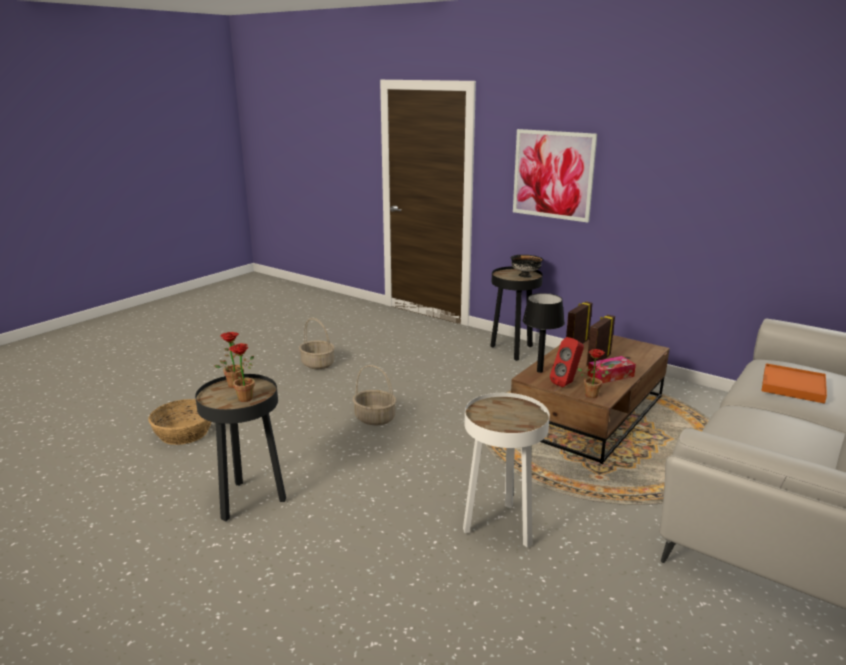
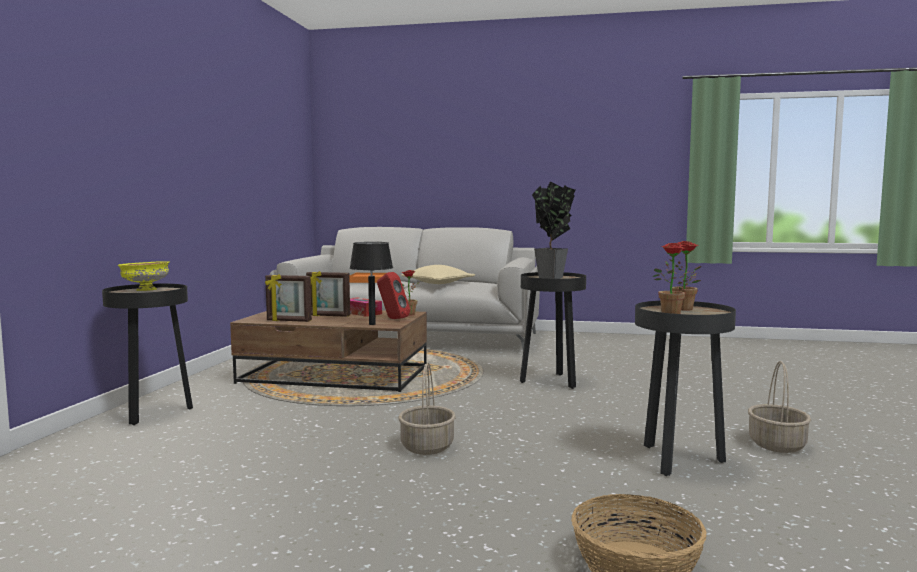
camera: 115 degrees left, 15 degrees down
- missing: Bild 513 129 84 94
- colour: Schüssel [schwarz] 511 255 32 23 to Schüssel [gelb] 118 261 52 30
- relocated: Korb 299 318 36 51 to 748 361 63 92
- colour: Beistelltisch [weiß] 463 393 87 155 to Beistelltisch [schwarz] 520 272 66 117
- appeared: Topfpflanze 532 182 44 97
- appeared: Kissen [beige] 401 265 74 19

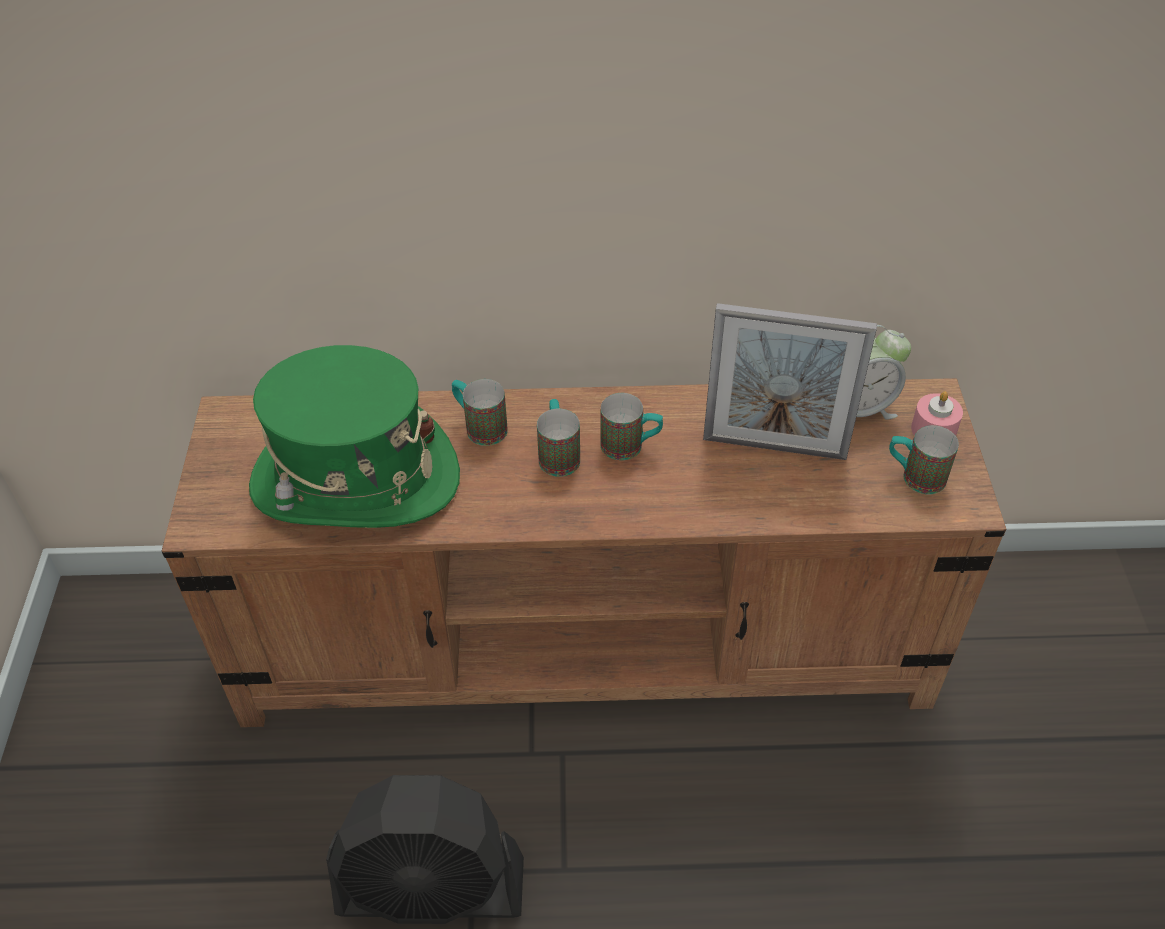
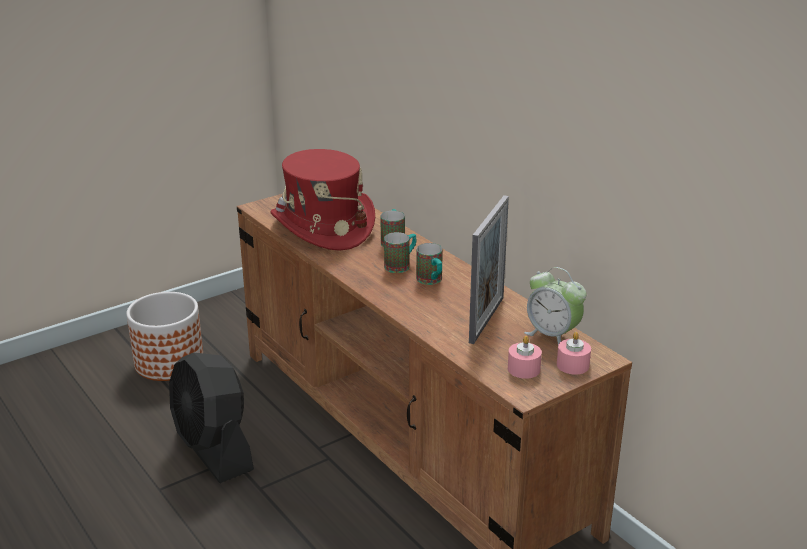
camera: 55 degrees right, 20 degrees down
- spun: Bilderrahmen 703 303 174 157 = 469 195 40 149 135 degrees counterclockwise
- colour: Hut [grün] 249 345 211 183 to Hut [rot] 271 149 104 102
- exchanged: Henkelbecher 889 425 70 69 to Kerze [rosa] 508 336 34 43
- appeared: Pflanzkübel 126 292 77 89

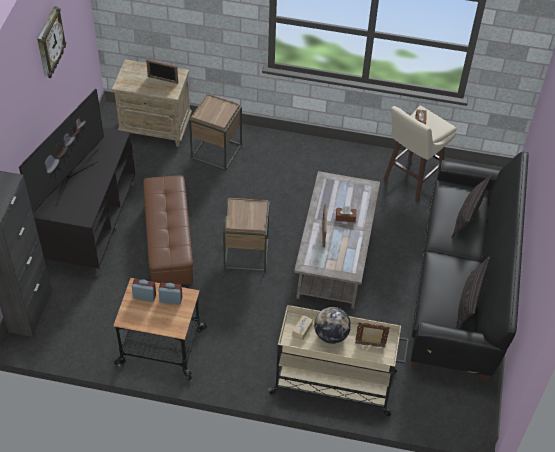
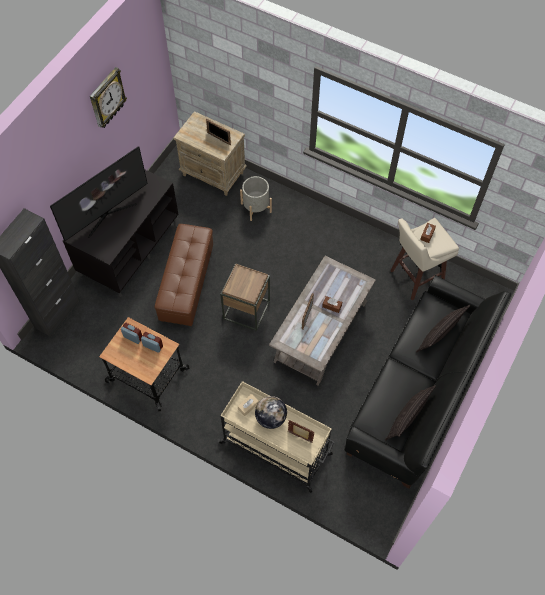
camera: 20 degrees right, 10 degrees up
- exchanged: Beistelltisch [braun] 189 94 53 77 to Pflanzkübel [grau] 240 176 32 45

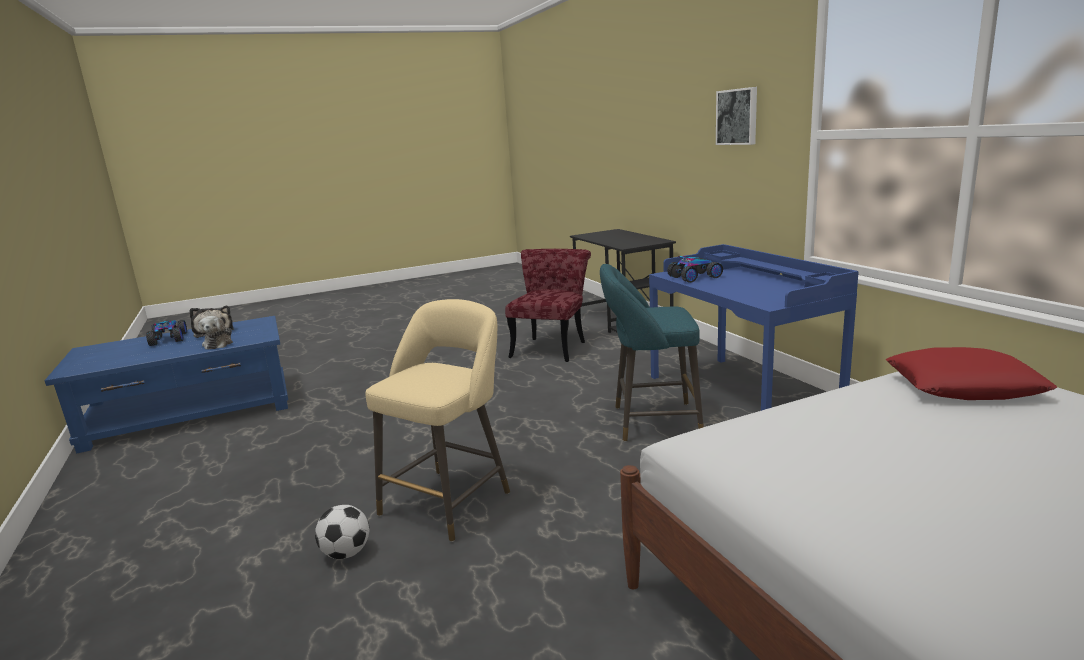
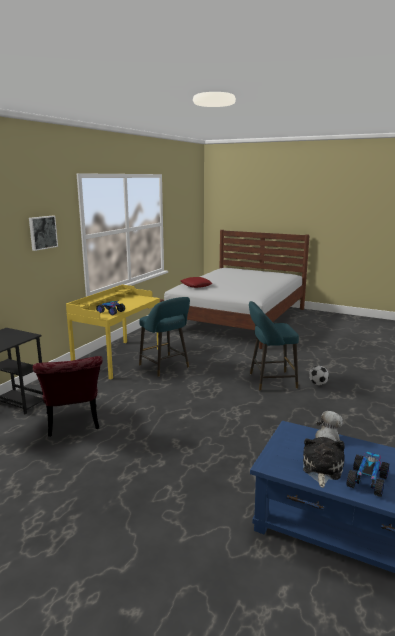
camera: 130 degrees left, 0 degrees up
- colour: Schreibtisch [blau] 649 244 210 167 to Schreibtisch [gelb] 66 285 94 94
- spun: Stuhl [rot] 505 249 86 113 = 33 356 70 81 90 degrees counterclockwise
- colour: Hocker [beige] 366 299 144 243 to Hocker [türkis] 249 301 50 90

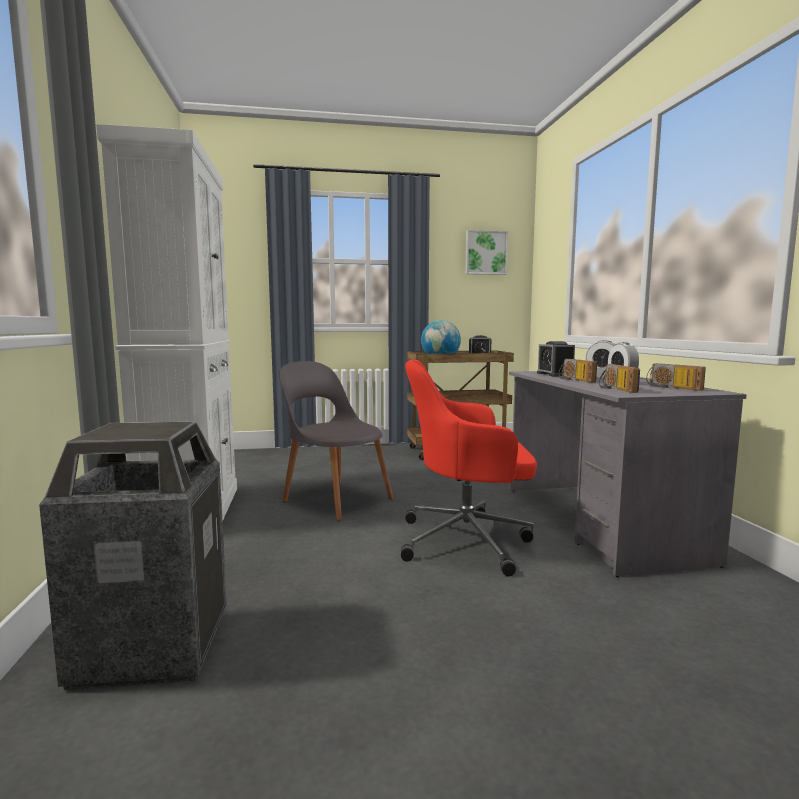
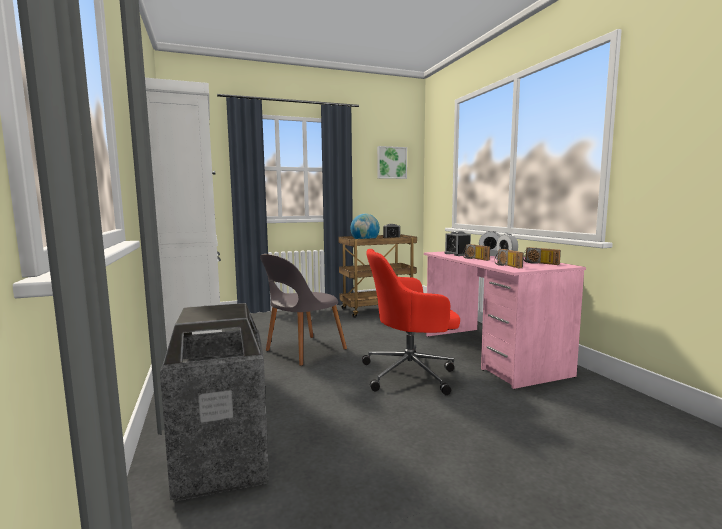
camera: 10 degrees left, 0 degrees up
- spun: Stuhl [grau] 279 361 114 160 = 260 254 87 112 75 degrees counterclockwise
- colour: Schreibtisch [grau] 509 371 238 206 to Schreibtisch [rosa] 424 251 162 138

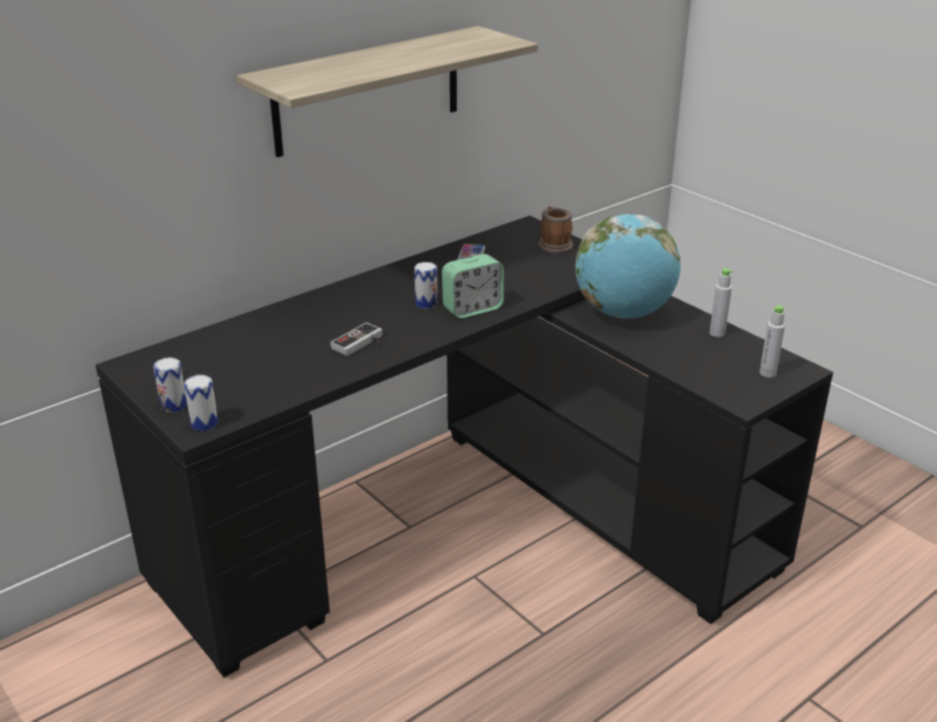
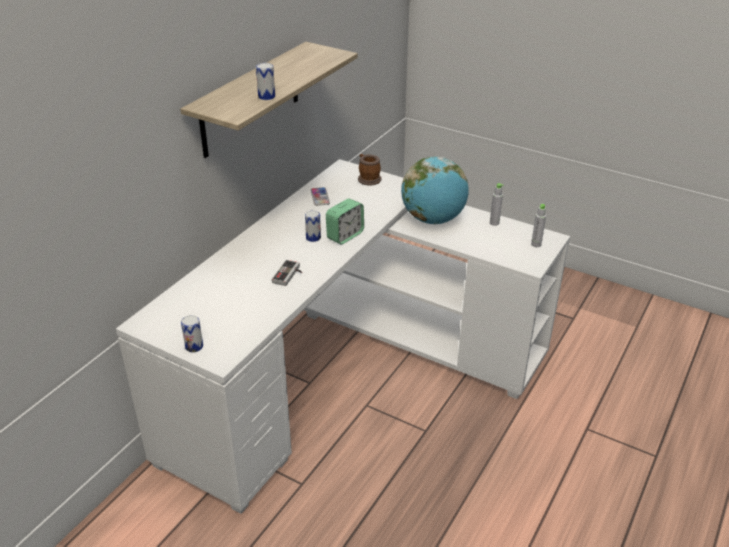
camera: 20 degrees left, 5 degrees up
- colour: Schreibtisch [schwarz] 96 216 737 461 to Schreibtisch [weiß] 116 159 454 355
- relocated: Dose 184 375 34 56 to 256 63 19 37

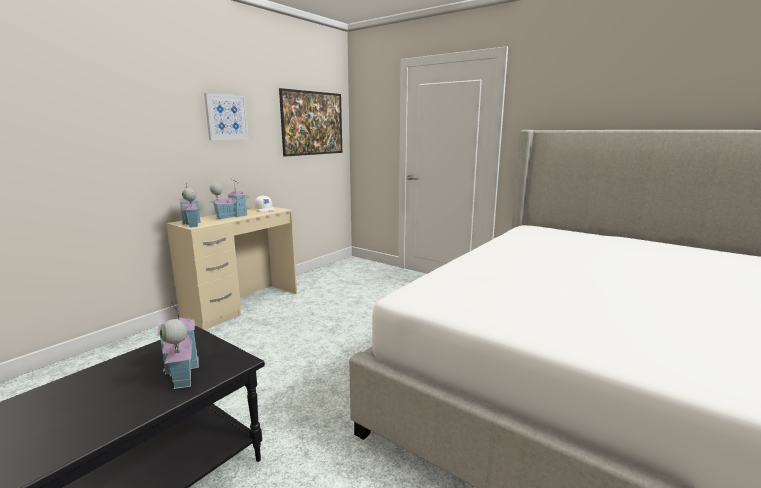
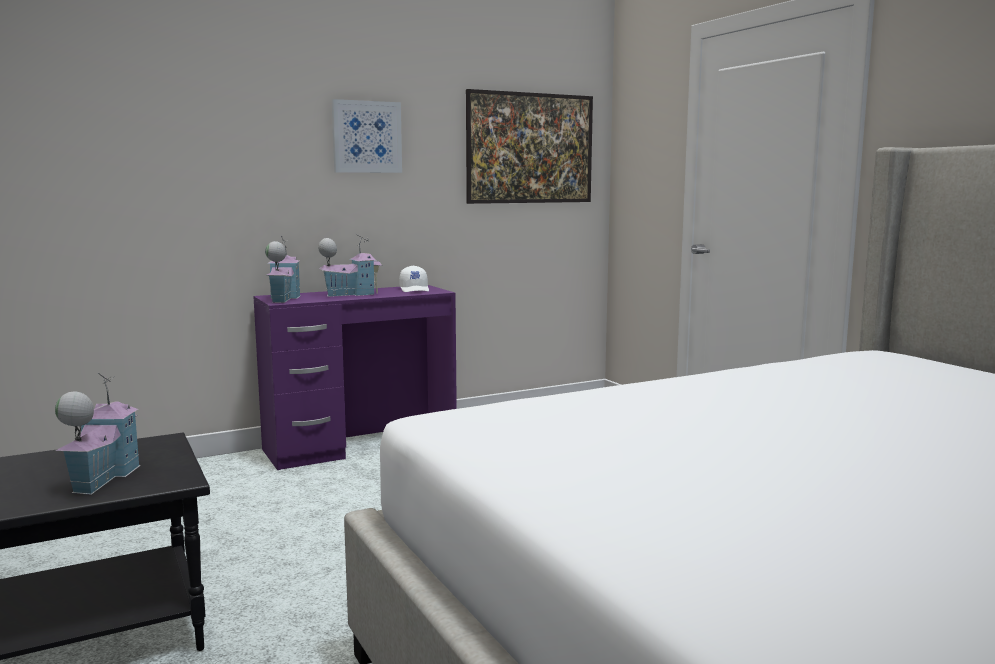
camera: 25 degrees right, 5 degrees down
- colour: Schreibtisch [beige] 166 207 131 123 to Schreibtisch [lila] 253 285 204 185

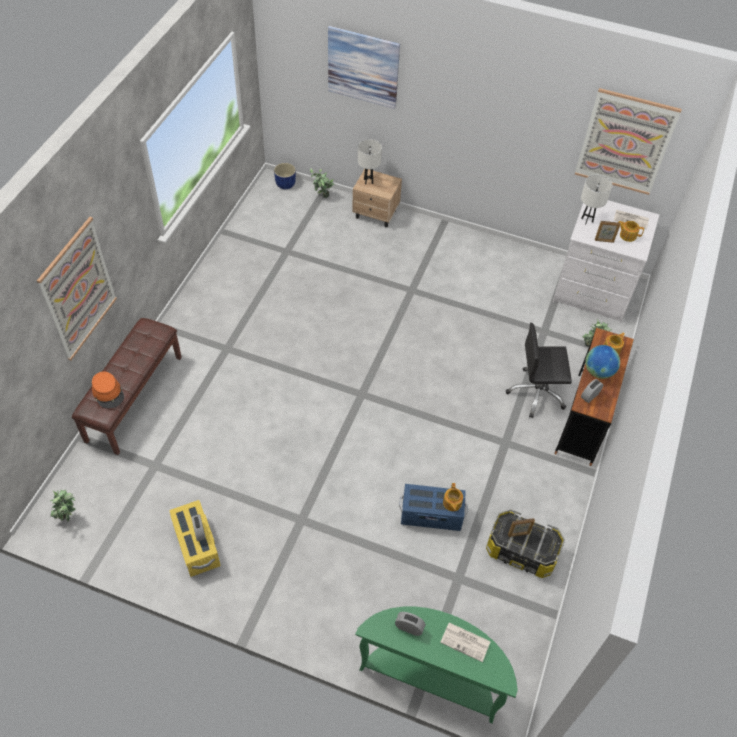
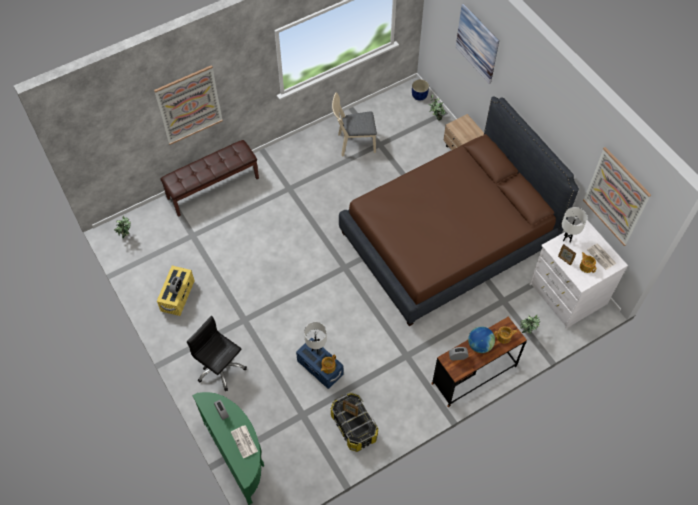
camera: 40 degrees right, 5 degrees up
- relocated: Tischlampe [weiß] 358 139 24 46 to 304 322 23 32
- relocated: Bürostuhl [schwarz] 506 323 66 95 to 187 316 60 75
- missing: Hut [orange] 92 372 32 36
- appeared: Stuhl [beige] 332 92 45 65
- appeared: Bett [braun] 339 96 240 230

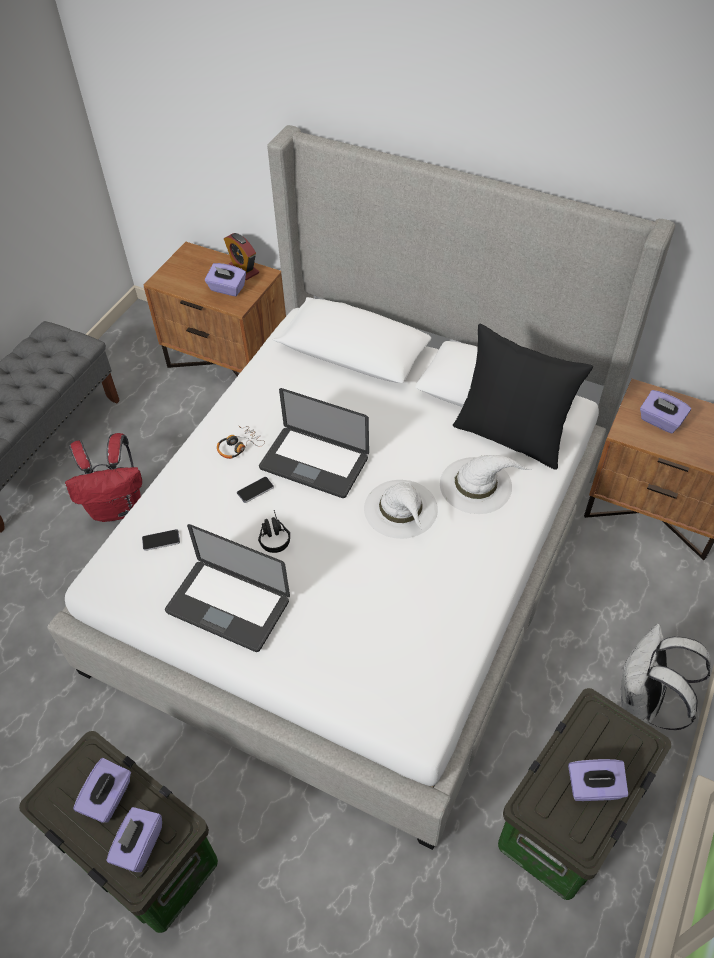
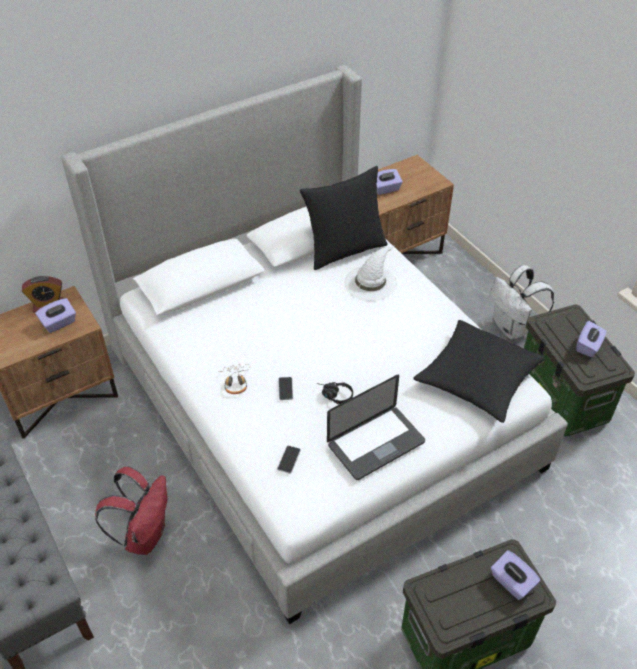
camera: 60 degrees left, 5 degrees down
- missing: Laptop 259 388 110 110
- missing: Hut [weiß] 364 480 74 59
- missing: Taschentuchbox [lila] 73 758 58 65
- appeared: Kissen [schwarz] 413 320 132 103

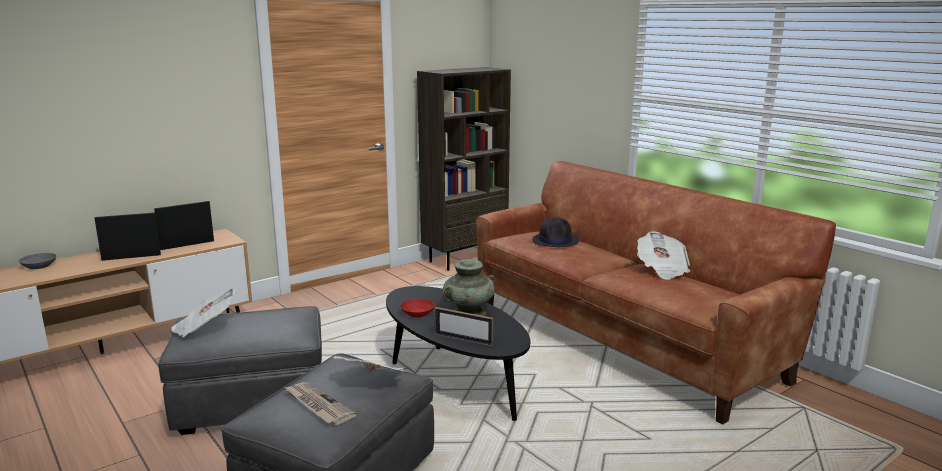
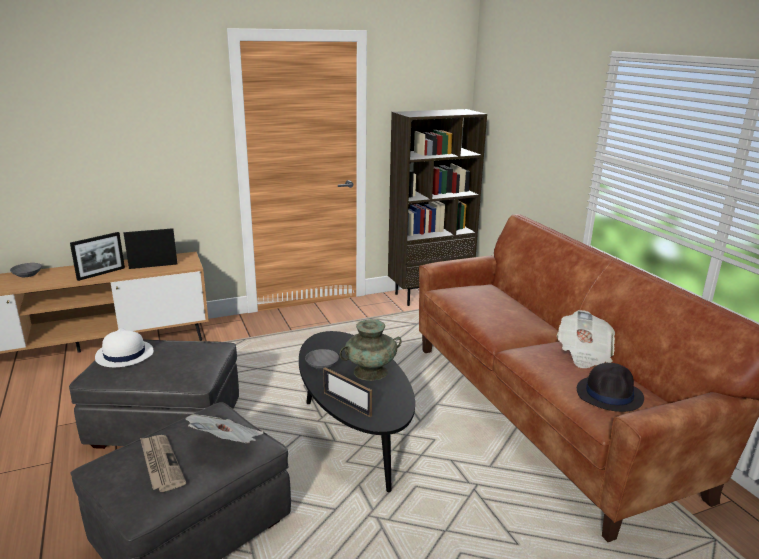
camera: 15 degrees right, 5 degrees up
- spun: Bilderrahmen 94 213 67 48 = 70 232 55 49 135 degrees clockwise
- relocated: Hut [schwarz] 532 218 47 29 to 577 363 67 49
- exchanged: Zeitung 171 288 65 49 to Hut [weiß] 95 328 58 39
- colour: Schüssel [rot] 400 299 35 18 to Schüssel [grau] 305 349 34 21

